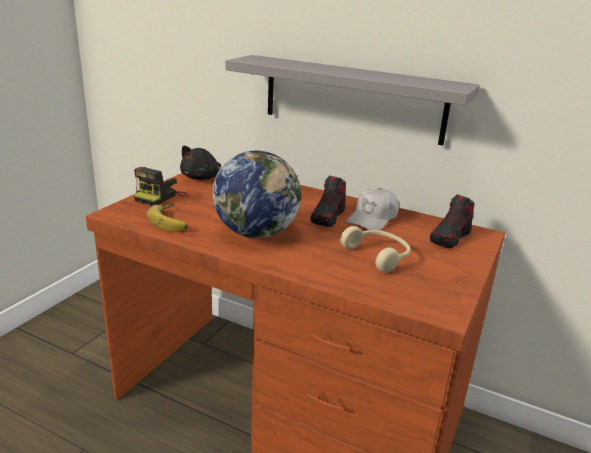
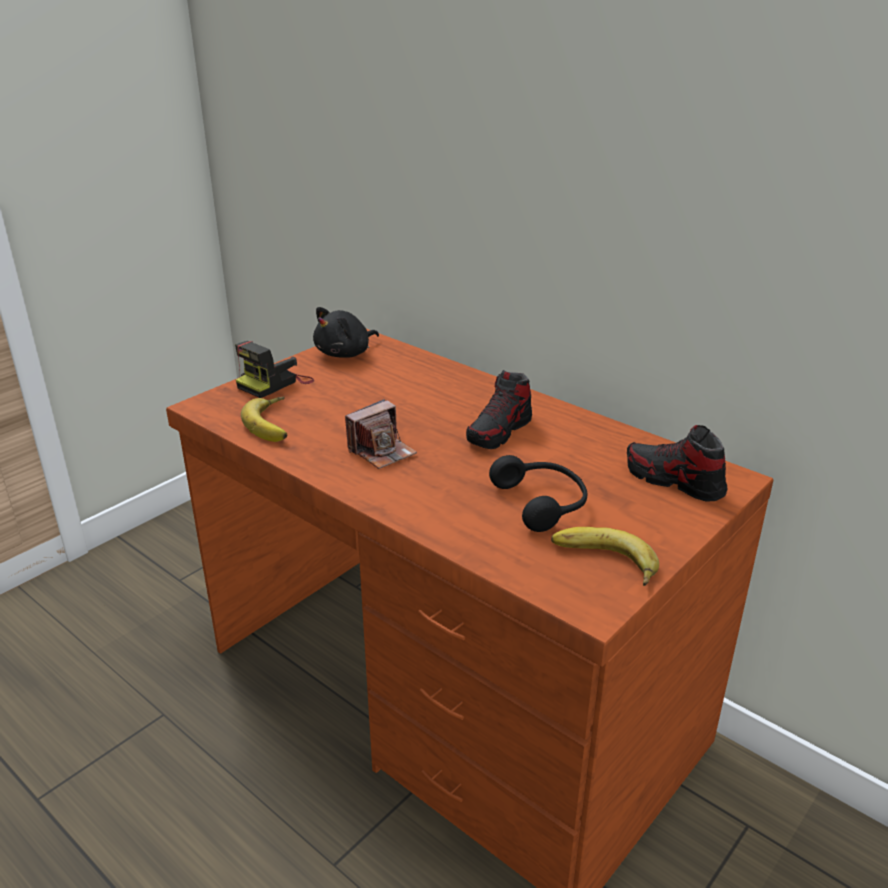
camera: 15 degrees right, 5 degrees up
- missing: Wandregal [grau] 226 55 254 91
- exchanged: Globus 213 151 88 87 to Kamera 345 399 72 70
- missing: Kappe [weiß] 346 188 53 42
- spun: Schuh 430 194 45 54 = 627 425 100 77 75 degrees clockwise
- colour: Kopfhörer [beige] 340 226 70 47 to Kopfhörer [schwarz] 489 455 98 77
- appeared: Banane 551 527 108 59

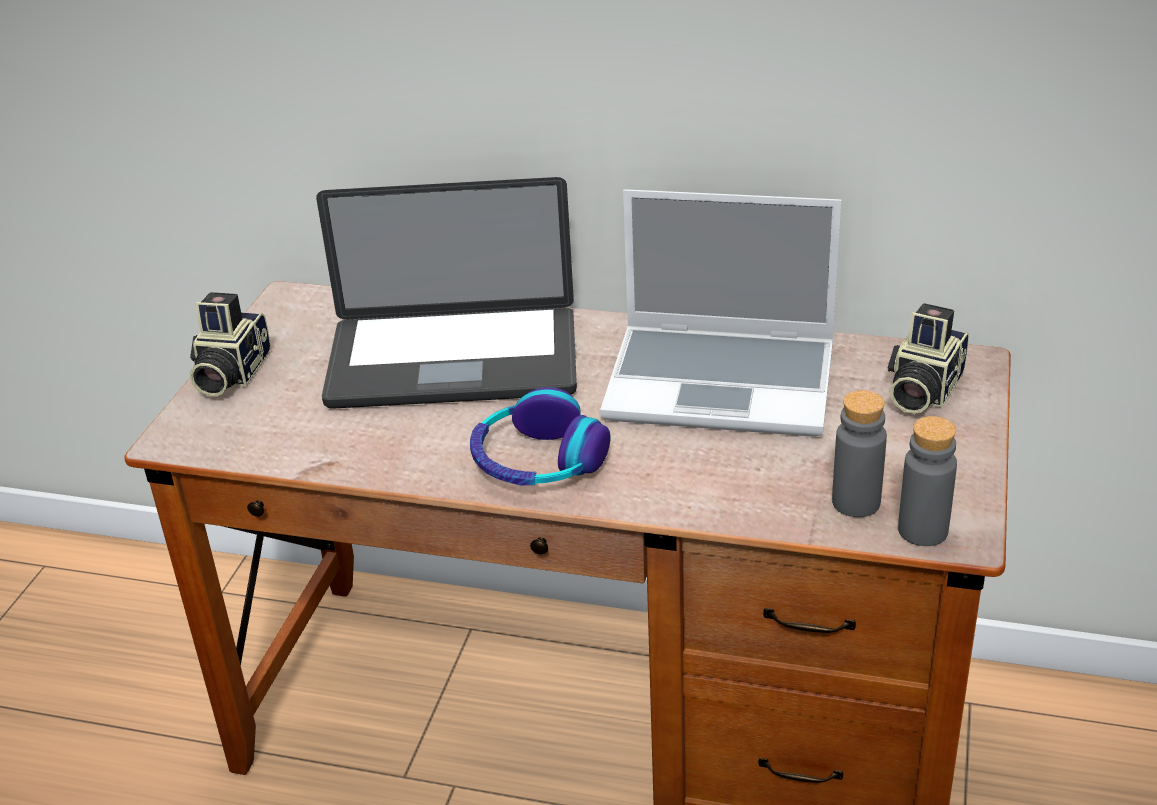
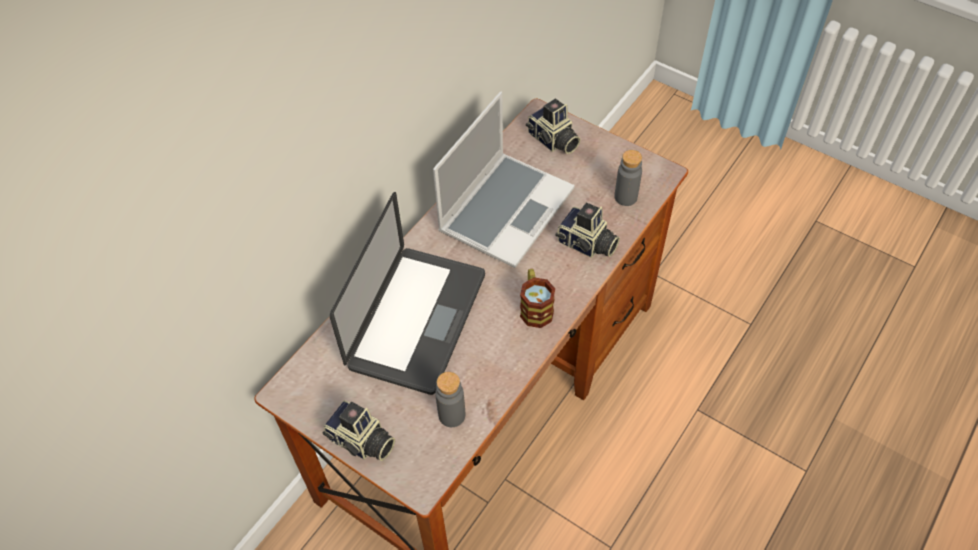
camera: 70 degrees left, 20 degrees up
- exchanged: Kopfhörer 470 387 140 99 to Henkelbecher 520 269 35 59
- relocated: Flasche [grau] 898 416 59 130 to 435 372 30 55
- appeared: Kamera 556 203 64 55

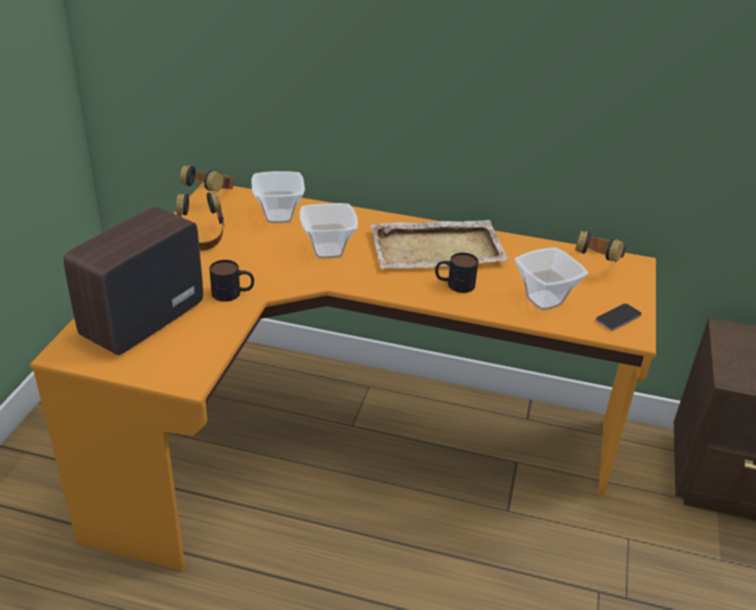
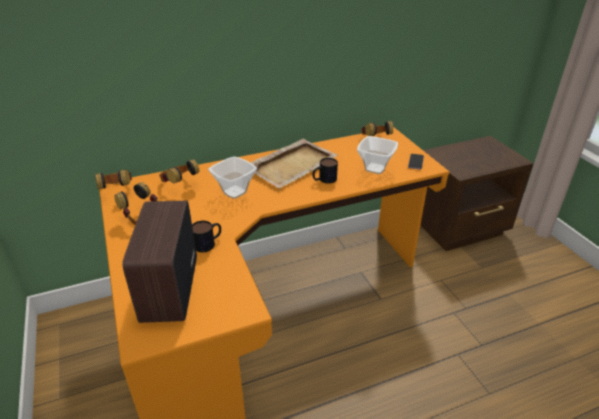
camera: 35 degrees left, 0 degrees up
- exchanged: Schüssel 252 171 53 52 to Kopfhörer 159 159 40 25

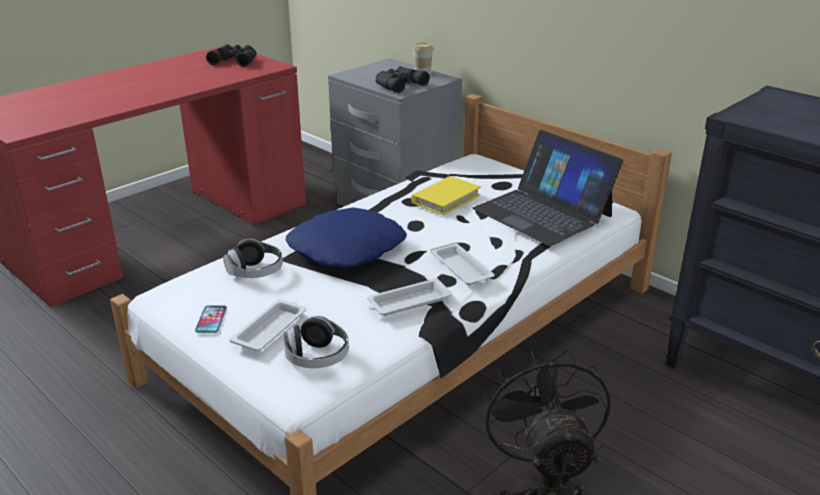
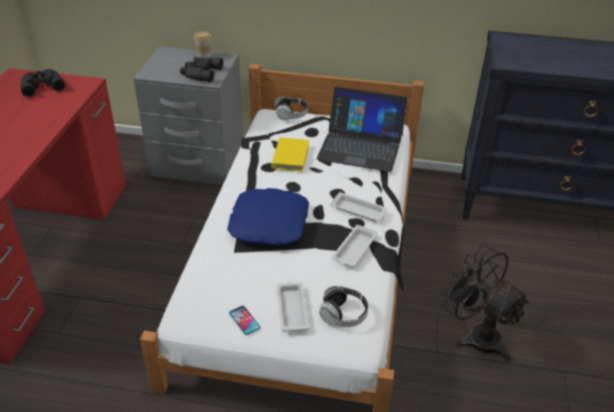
camera: 35 degrees left, 10 degrees up
- relocated: Kopfhörer 223 239 60 39 to 274 97 34 23

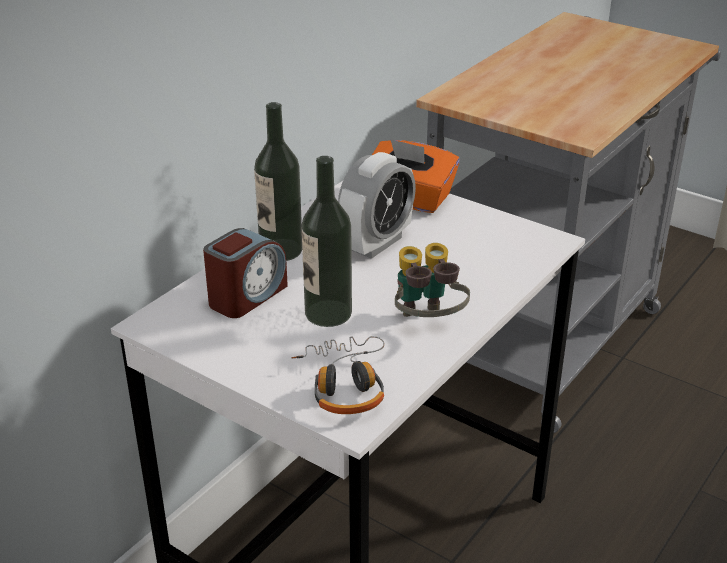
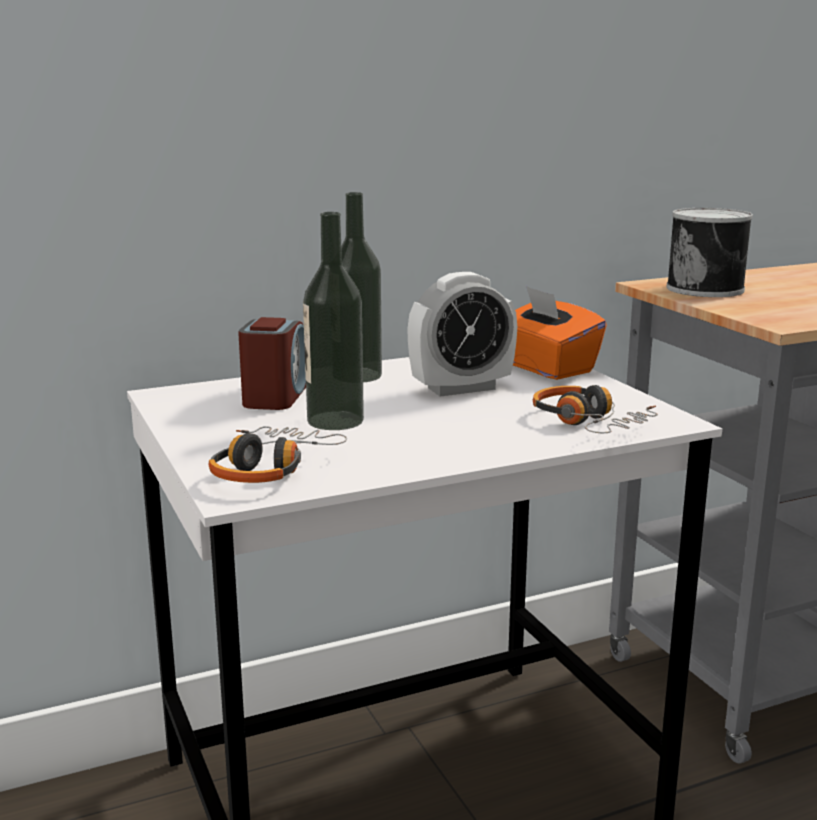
camera: 30 degrees right, 15 degrees down
- spun: Wecker 203 228 85 90 = 238 317 68 93 60 degrees counterclockwise
- missing: Fernglas 395 243 75 74
- appeared: Dose 666 208 87 89
- appeared: Kopfhörer 533 385 125 48

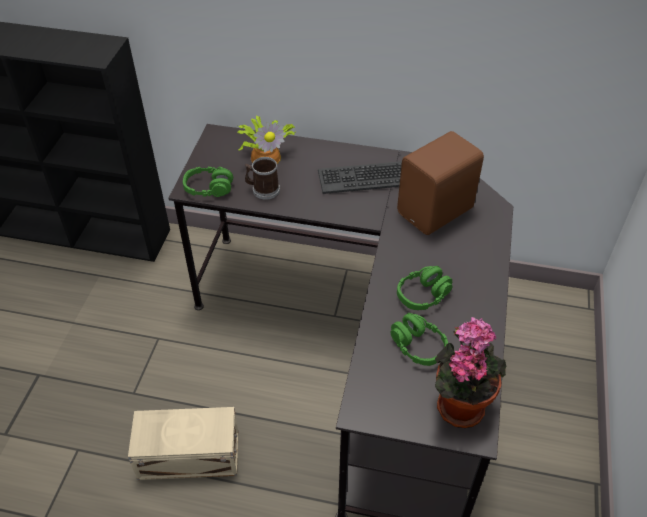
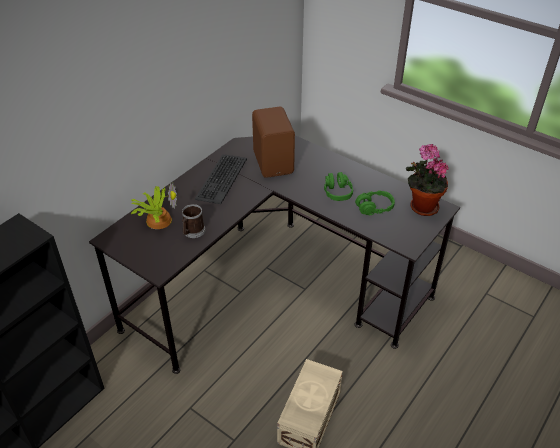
camera: 65 degrees left, 5 degrees down
- missing: Kopfhörer [grün] 183 167 50 30

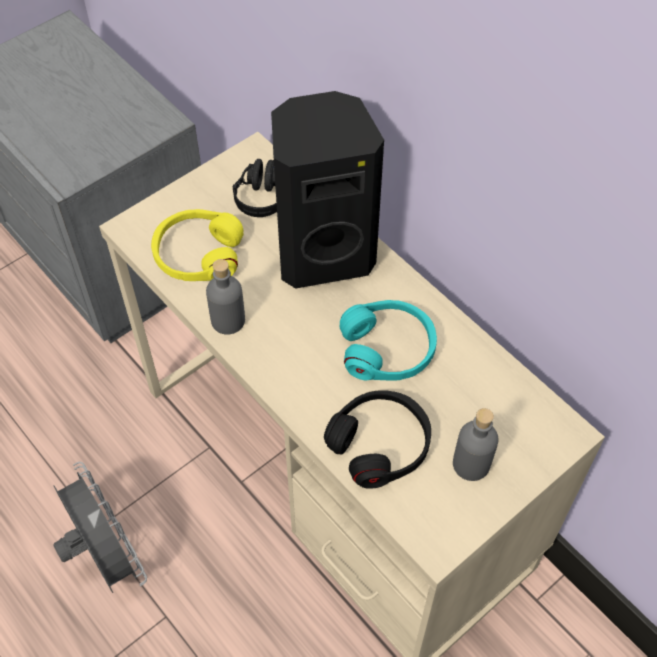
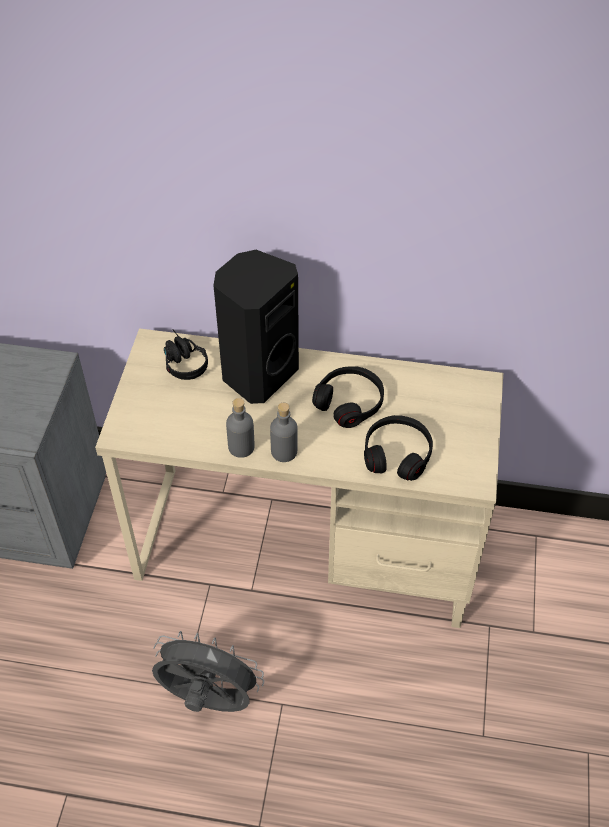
camera: 40 degrees left, 5 degrees down
- missing: Kopfhörer [gelb] 151 209 93 72
- colour: Kopfhörer [türkis] 340 300 97 81 to Kopfhörer [schwarz] 312 366 72 62
- relocated: Flasche [grau] 453 408 45 73 to 270 403 28 59

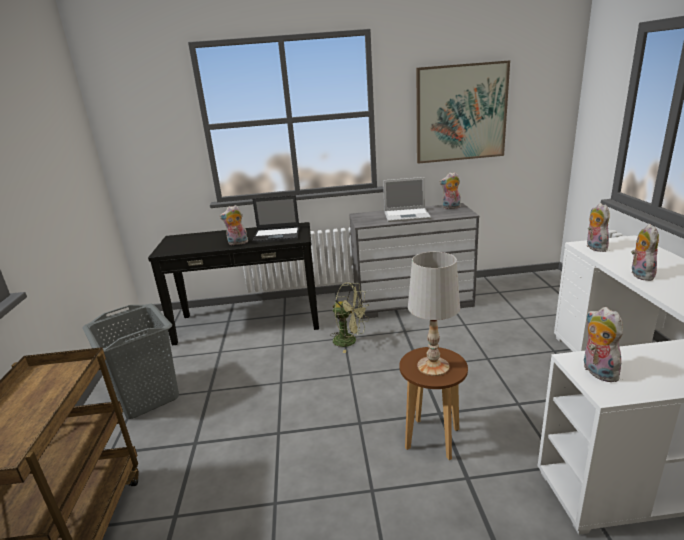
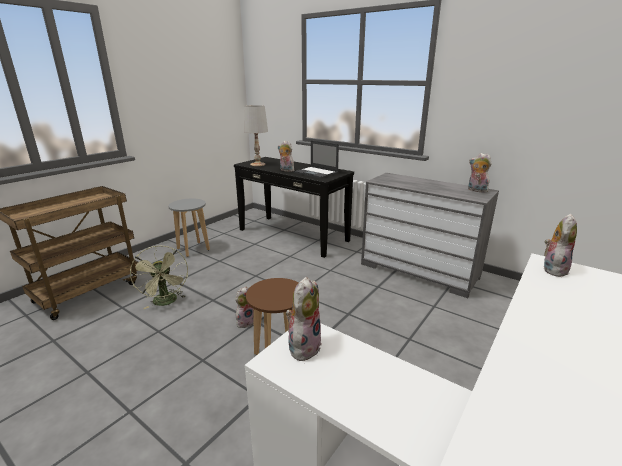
camera: 40 degrees right, 0 degrees up
- missing: Bild 416 60 94 104
- missing: Laptop 383 177 48 45
- relocated: Plüschtier 631 224 28 57 to 235 287 19 41
- relocated: Tischlampe [weiß] 408 252 52 124 to 244 105 24 61
- relocated: Ventilator [grün] 330 283 39 70 to 130 245 58 64
- exchanged: Wäschekorb [grau] 82 304 97 115 to Hocker [grau] 168 198 42 59

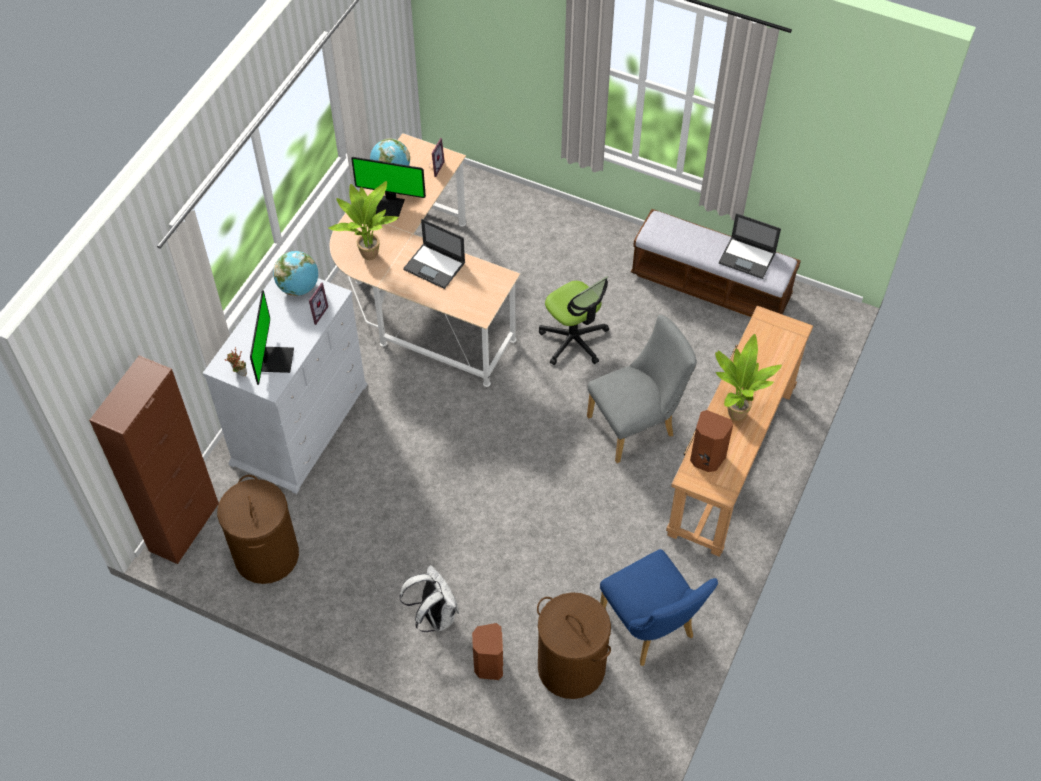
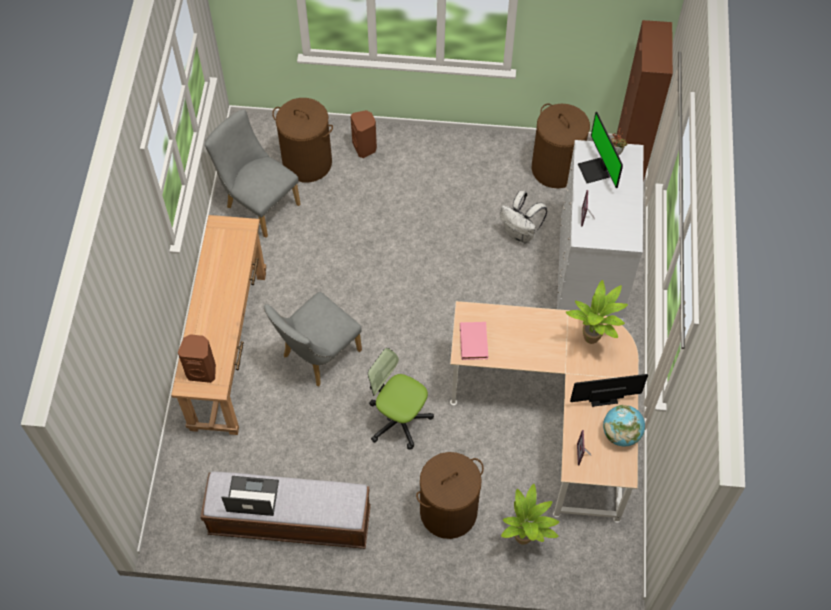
camera: 160 degrees right, 5 degrees up
- missing: Laptop 403 219 62 70
- missing: Globus 273 251 45 45
- relocated: Topfpflanze 715 334 67 87 to 501 484 58 61
- relocated: Lautsprecher [braun] 690 410 43 62 to 178 334 38 49
- colour: Stuhl [blau] 600 549 118 117 to Stuhl [grau] 205 109 96 129
- relocated: Rucksack [weiß] 400 565 59 67 to 500 191 47 53
- appeared: Buch [rosa] 460 322 28 38
- appeared: Wäschekorb [braun] 416 452 68 87

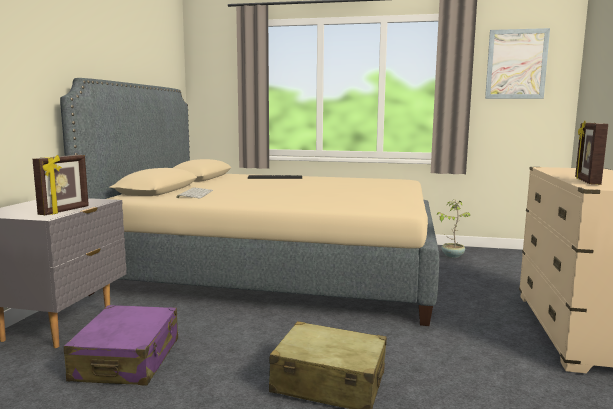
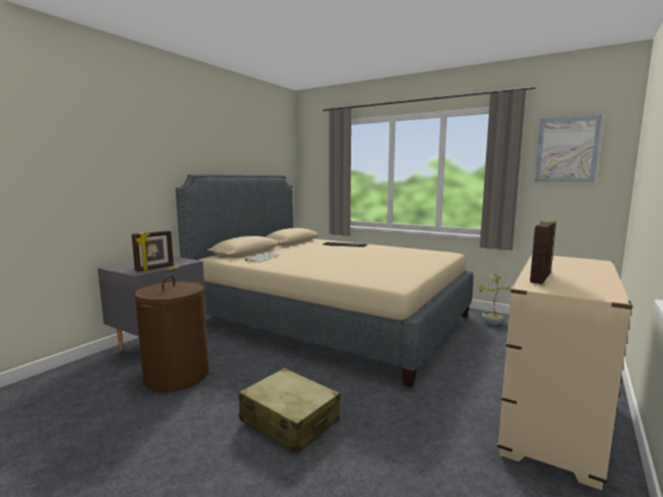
camera: 20 degrees right, 0 degrees up
- exchanged: Koffer [lila] 64 305 114 81 to Wäschekorb [braun] 134 275 75 117

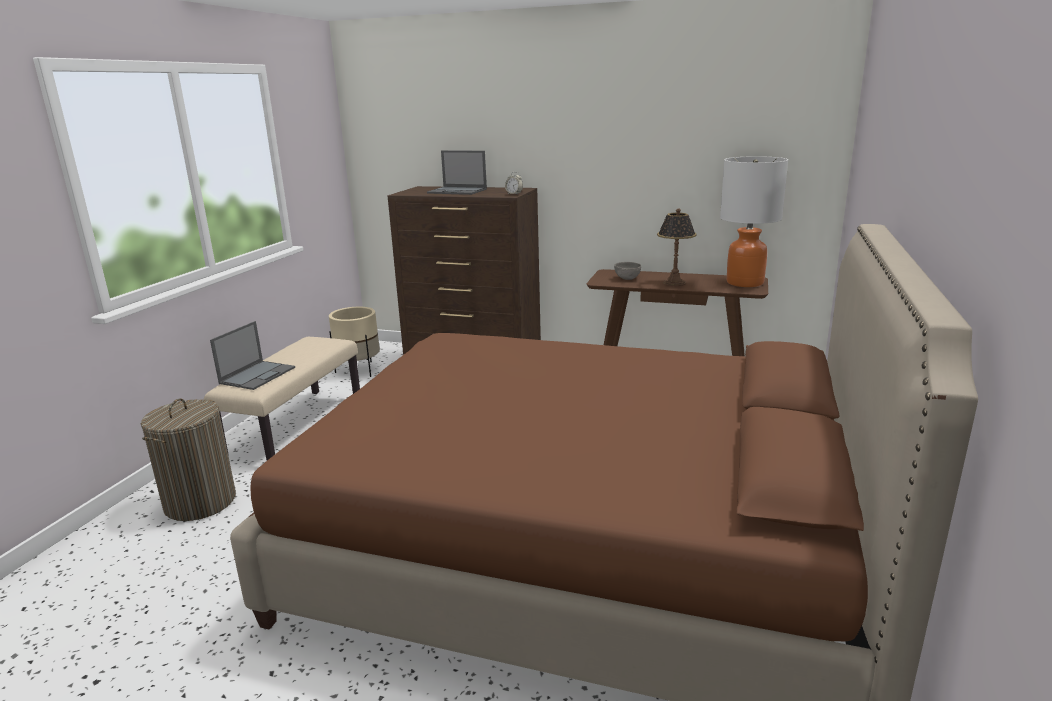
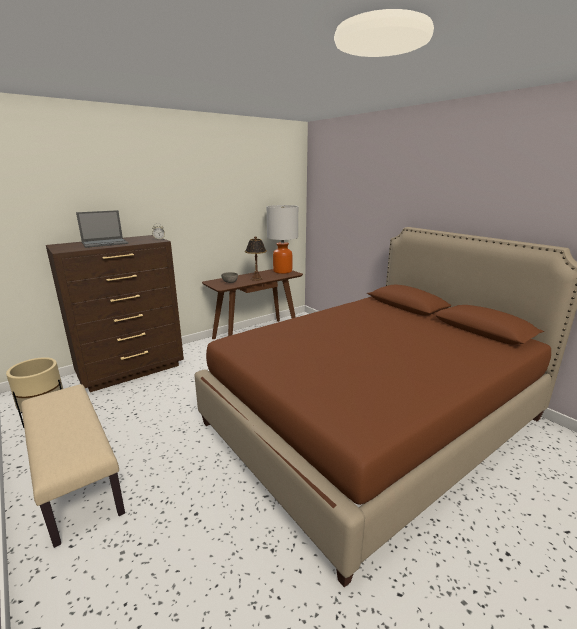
camera: 55 degrees left, 0 degrees up
- missing: Laptop 210 321 85 69
- missing: Wäschekorb 141 398 95 123

